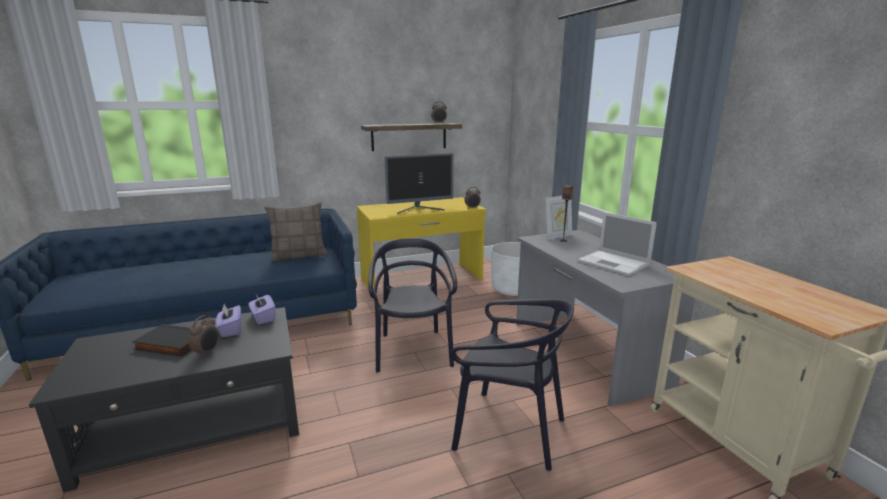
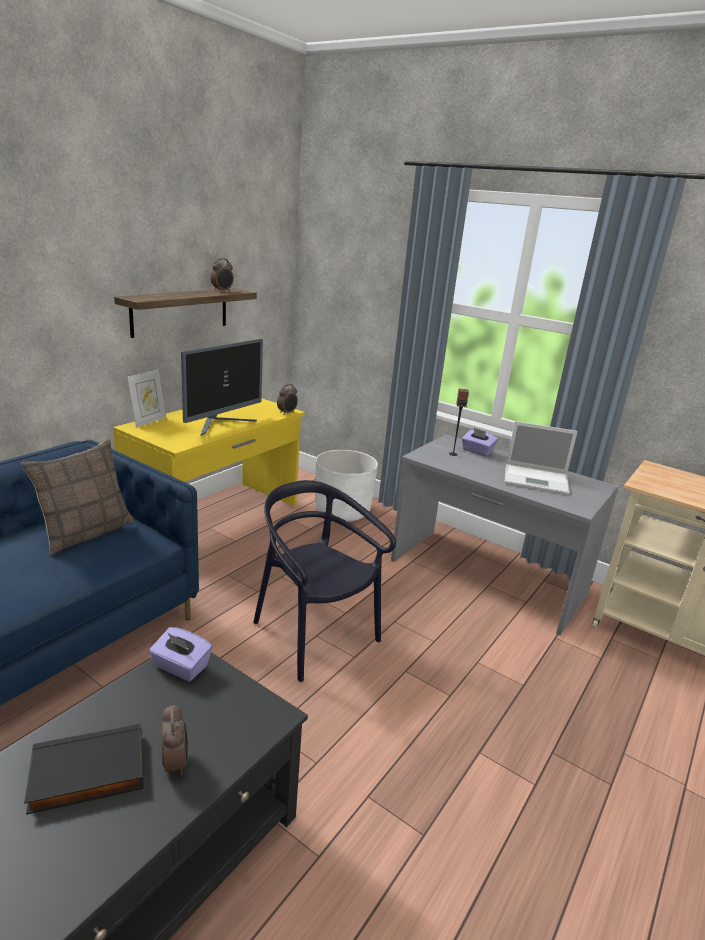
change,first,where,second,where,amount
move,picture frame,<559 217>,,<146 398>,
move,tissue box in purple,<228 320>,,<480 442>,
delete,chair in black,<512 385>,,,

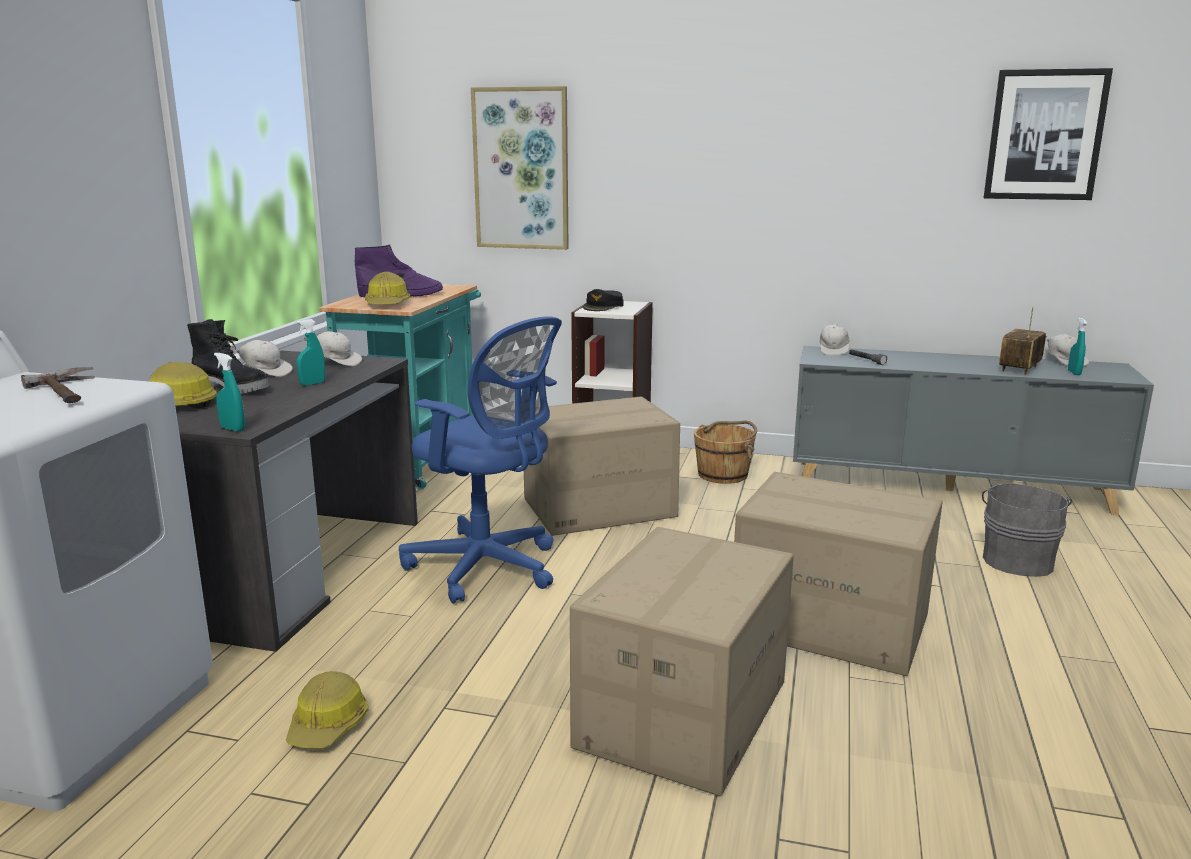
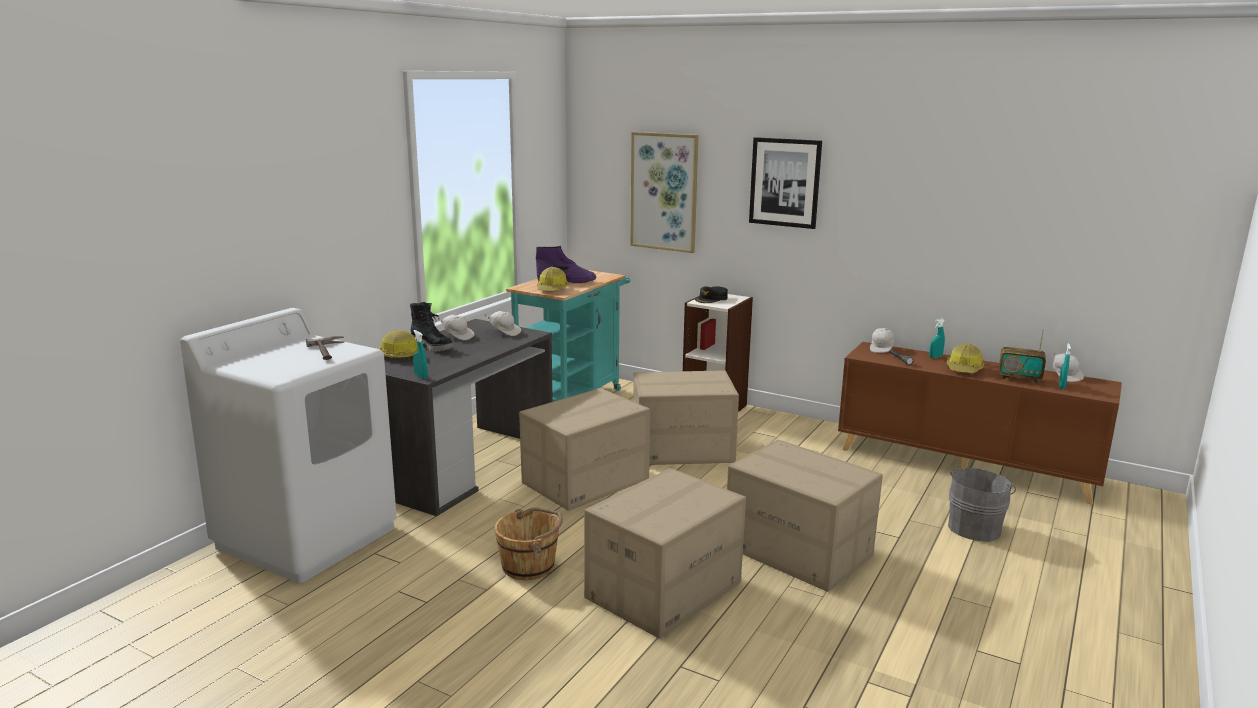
change,first,where,second,where,amount
move,bucket in brown,<725 452>,,<528 544>,
replace,office chair in blue,<480 460>,cardboard box,<584 449>,
move,picture,<1048 134>,,<785 183>,
recolor,cabinet in grey,<973 430>,cabinet in brown,<980 423>,
move,spray bottle in turquoise,<310 352>,,<937 338>,
move,hard hat,<327 709>,,<965 358>,
rotate,radio,<1022 341>,,<1022 356>,120 degrees counterclockwise

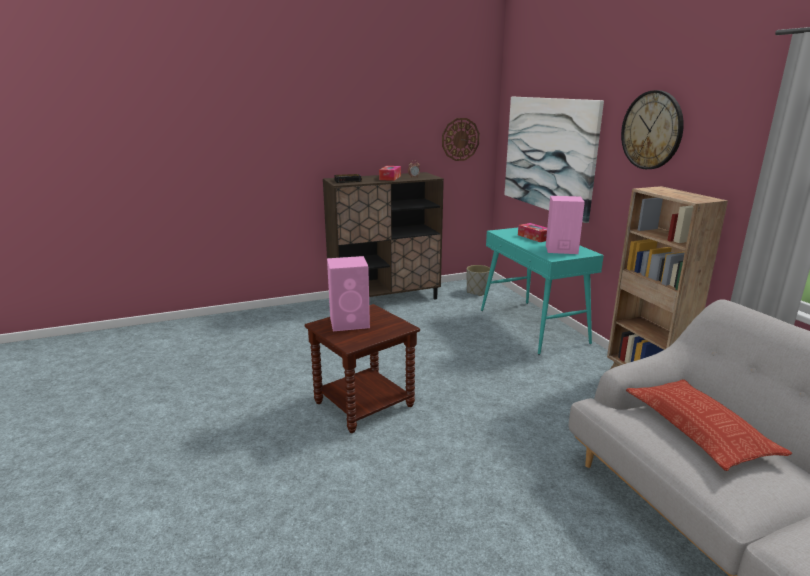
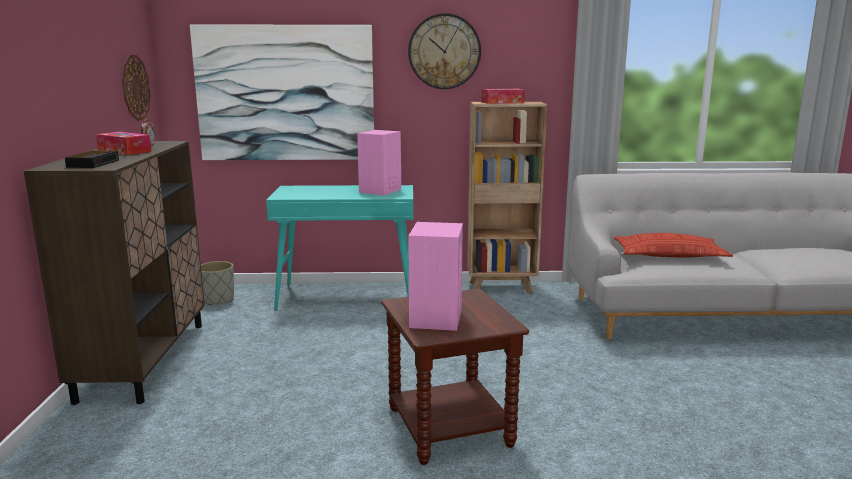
change,first,where,second,where,amount
move,tissue box,<532 232>,,<503 96>,

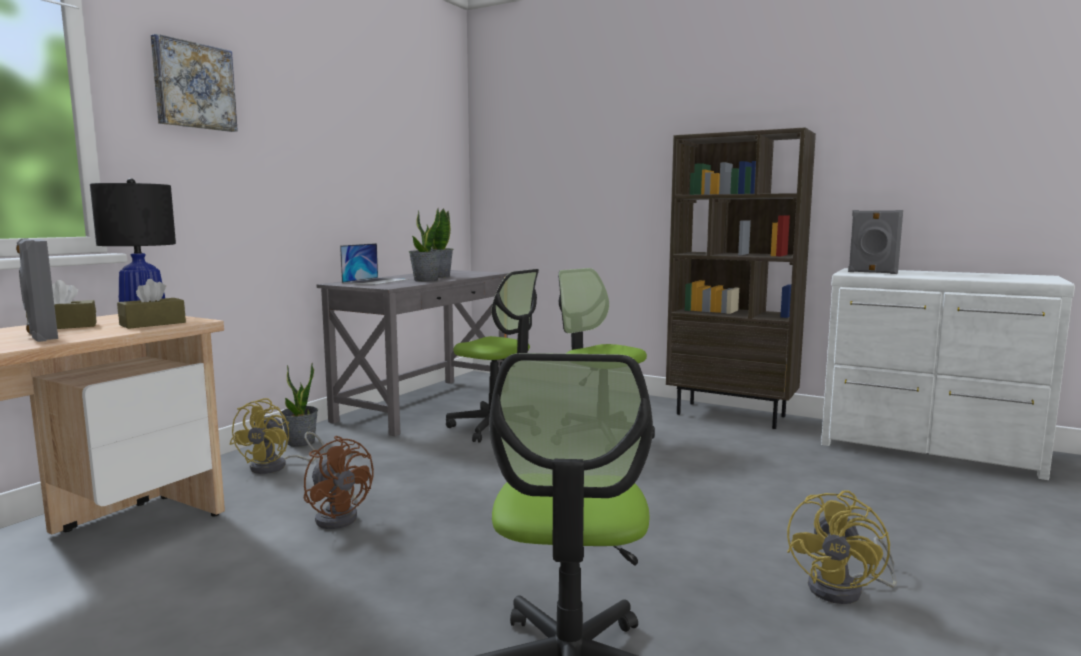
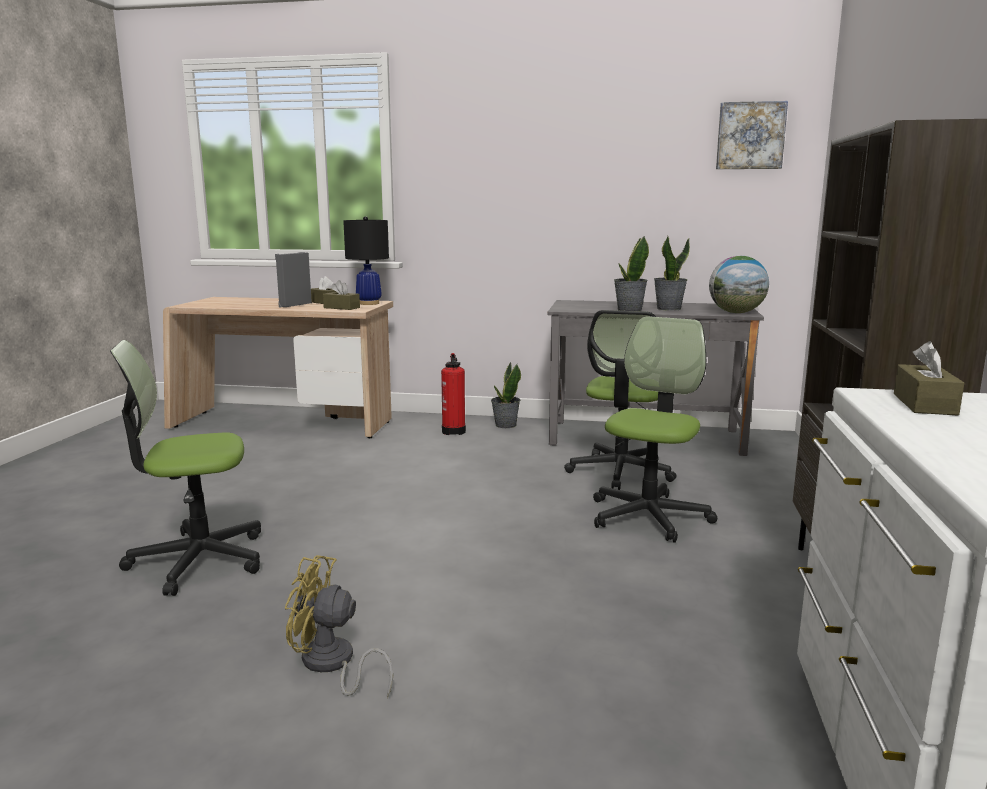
change,first,where,second,where,amount
replace,fan in yellow,<277 436>,fire extinguisher,<453 394>,
insert,,,globe,<739 284>,
move,picture,<194 83>,,<752 135>,
replace,speaker in grey,<875 242>,tissue box in brown,<929 378>,
delete,fan in brown,<339 482>,,,
delete,laptop,<374 264>,,,

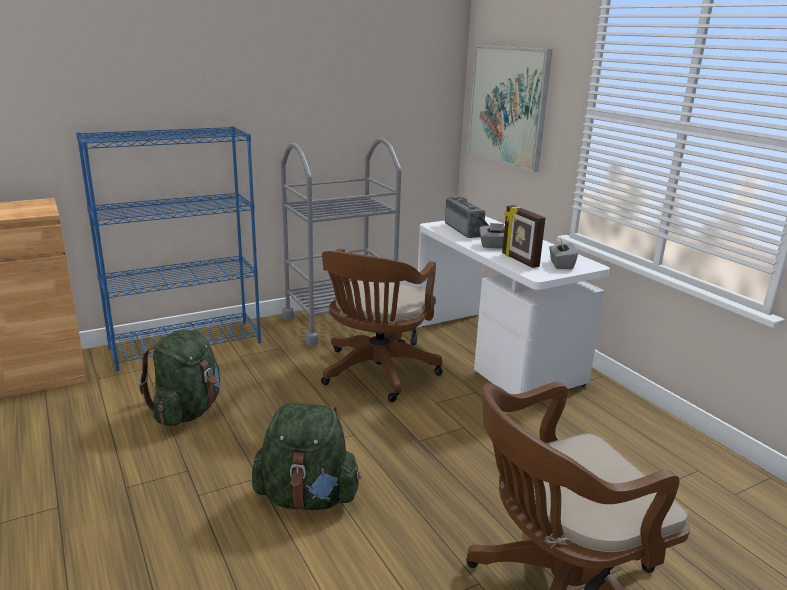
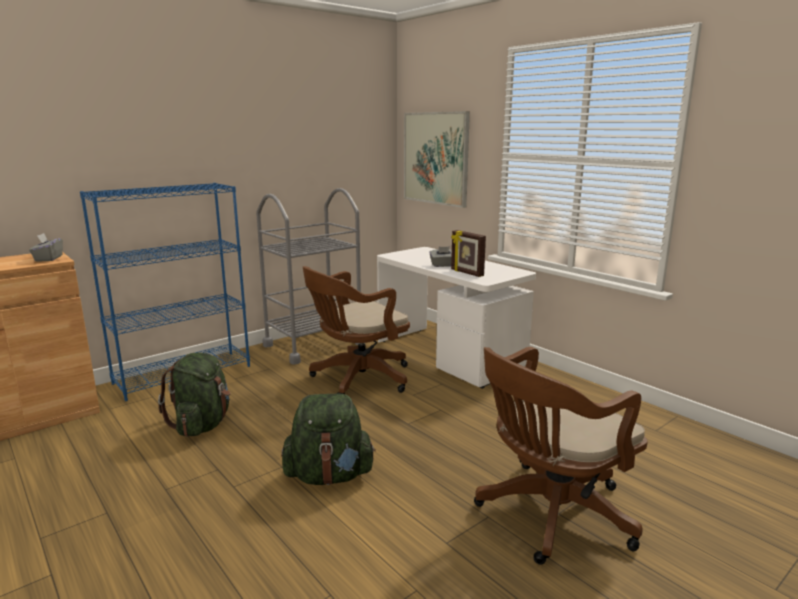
change,first,where,second,where,amount
move,tissue box in grey,<563 253>,,<46 247>,
rotate,office chair in brown,<382 325>,,<356 330>,45 degrees clockwise
delete,radio,<467 217>,,,

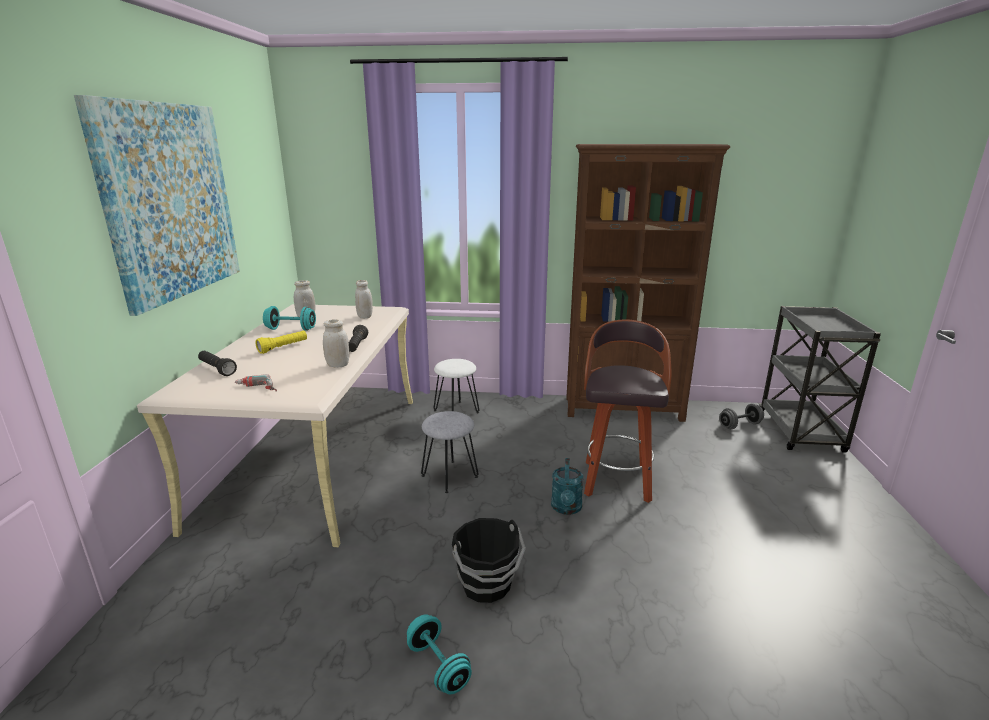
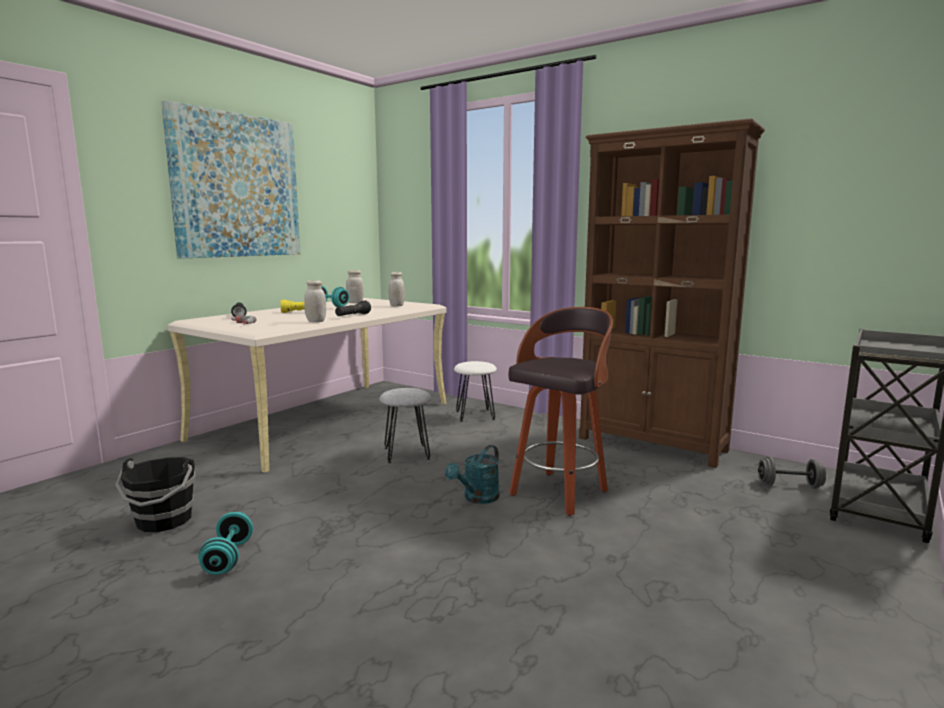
change,first,where,second,where,amount
move,bucket in black,<489 560>,,<155 494>,

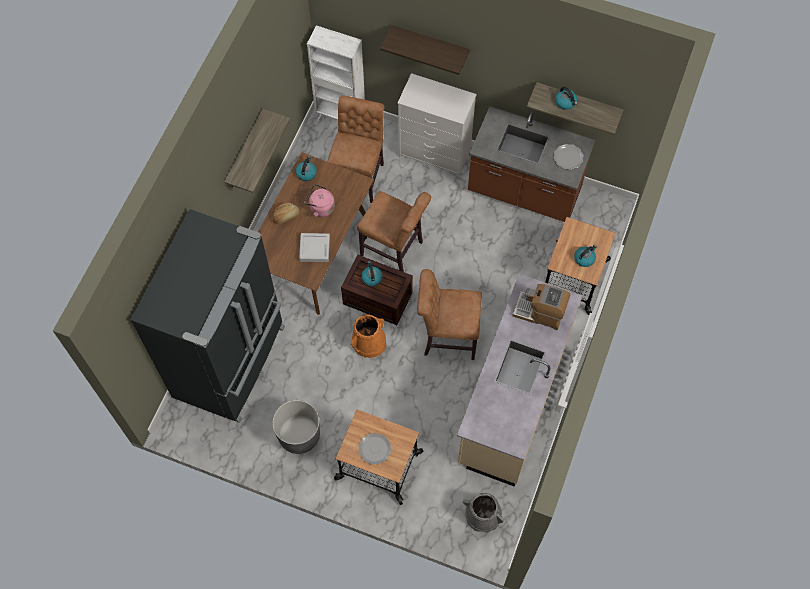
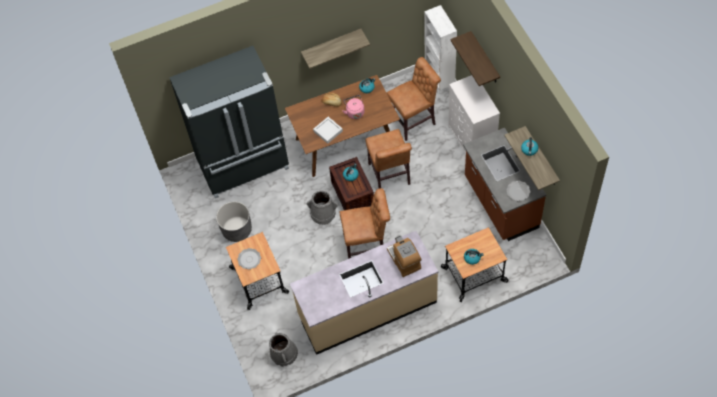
change,first,where,second,where,amount
recolor,bucket in orange,<368 336>,bucket in grey,<322 208>,
rotate,chair in brown,<449 314>,,<365 223>,120 degrees clockwise

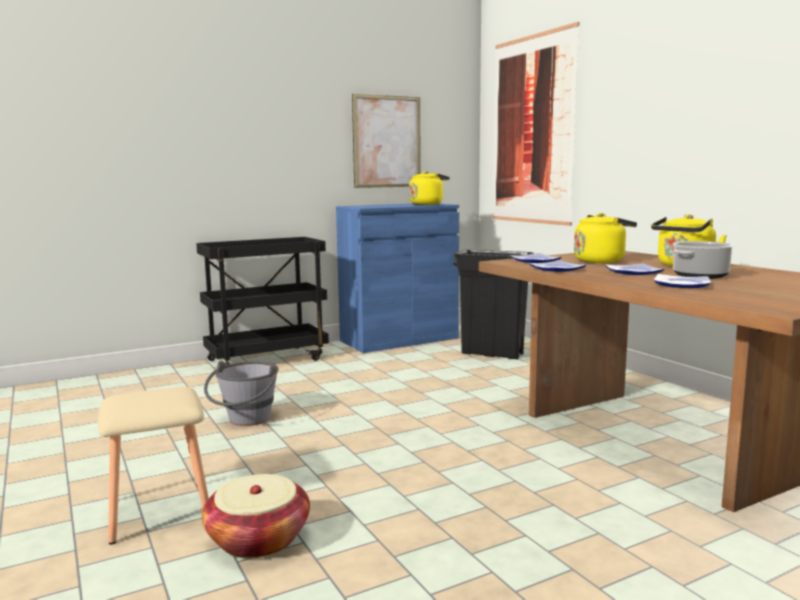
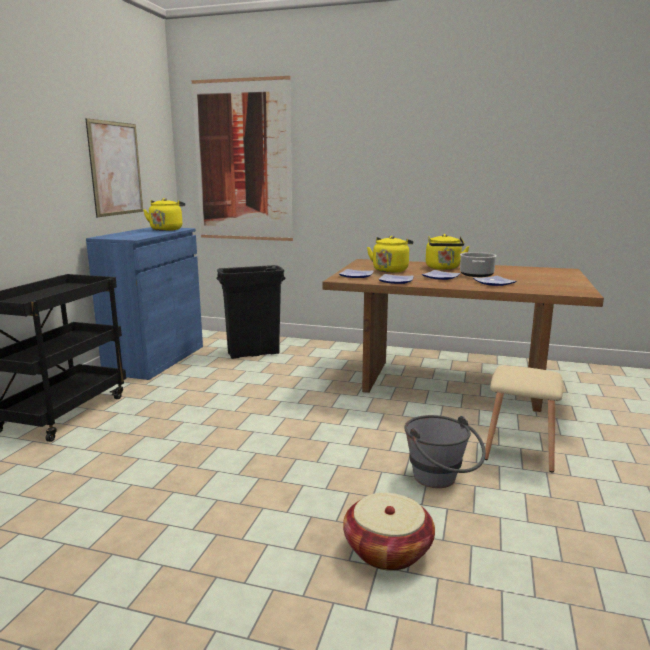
change,first,where,second,where,amount
move,bucket in grey,<241 393>,,<445 451>,
move,stool in beige,<153 465>,,<524 419>,

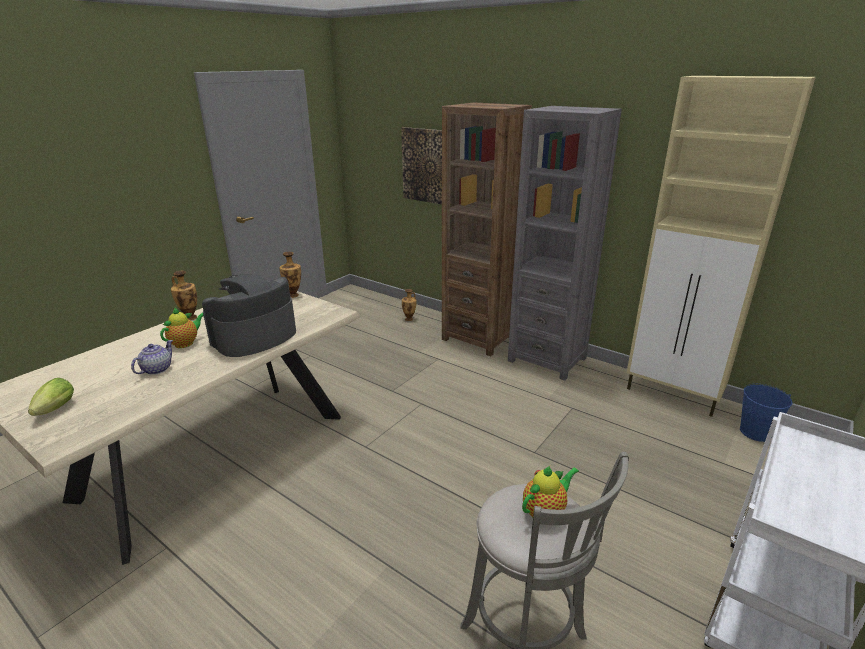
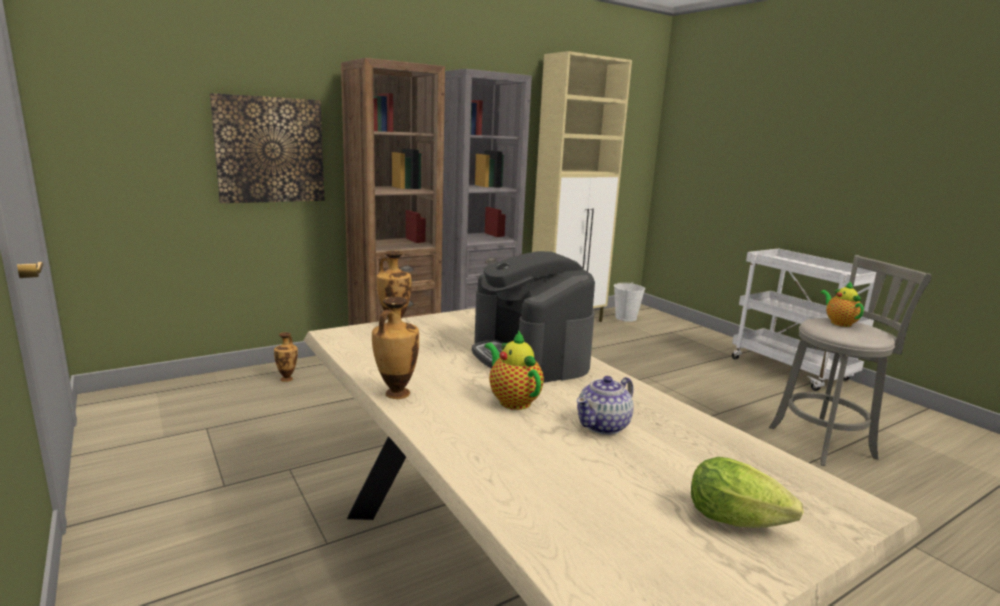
change,first,where,second,where,amount
rotate,teapot,<152 357>,,<605 405>,90 degrees counterclockwise
recolor,bucket in blue,<766 413>,bucket in white,<629 302>,

